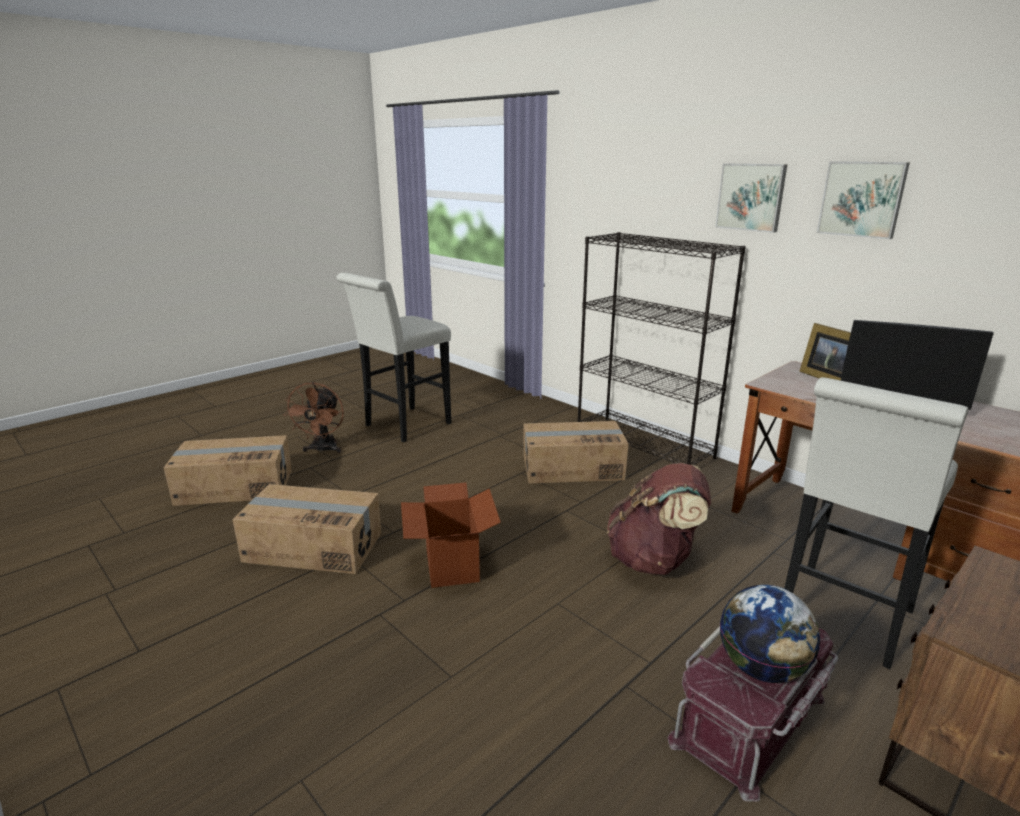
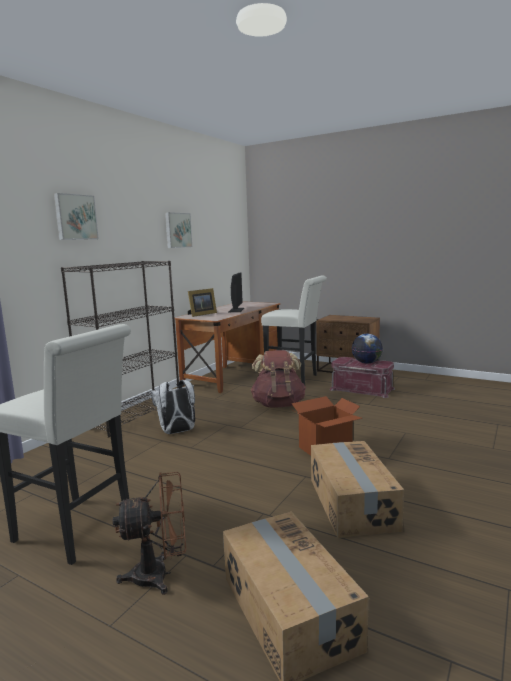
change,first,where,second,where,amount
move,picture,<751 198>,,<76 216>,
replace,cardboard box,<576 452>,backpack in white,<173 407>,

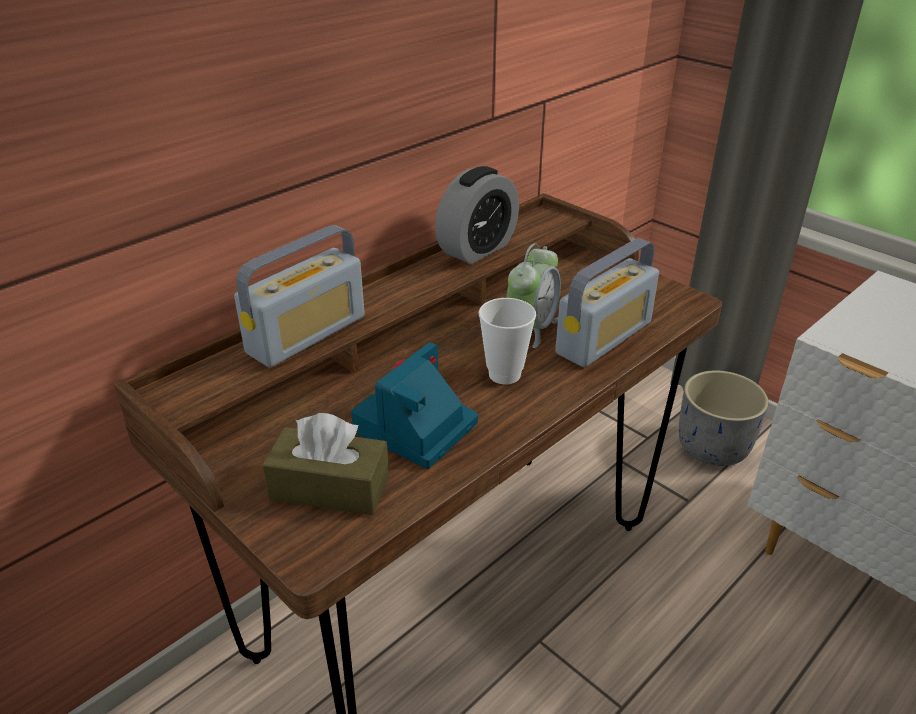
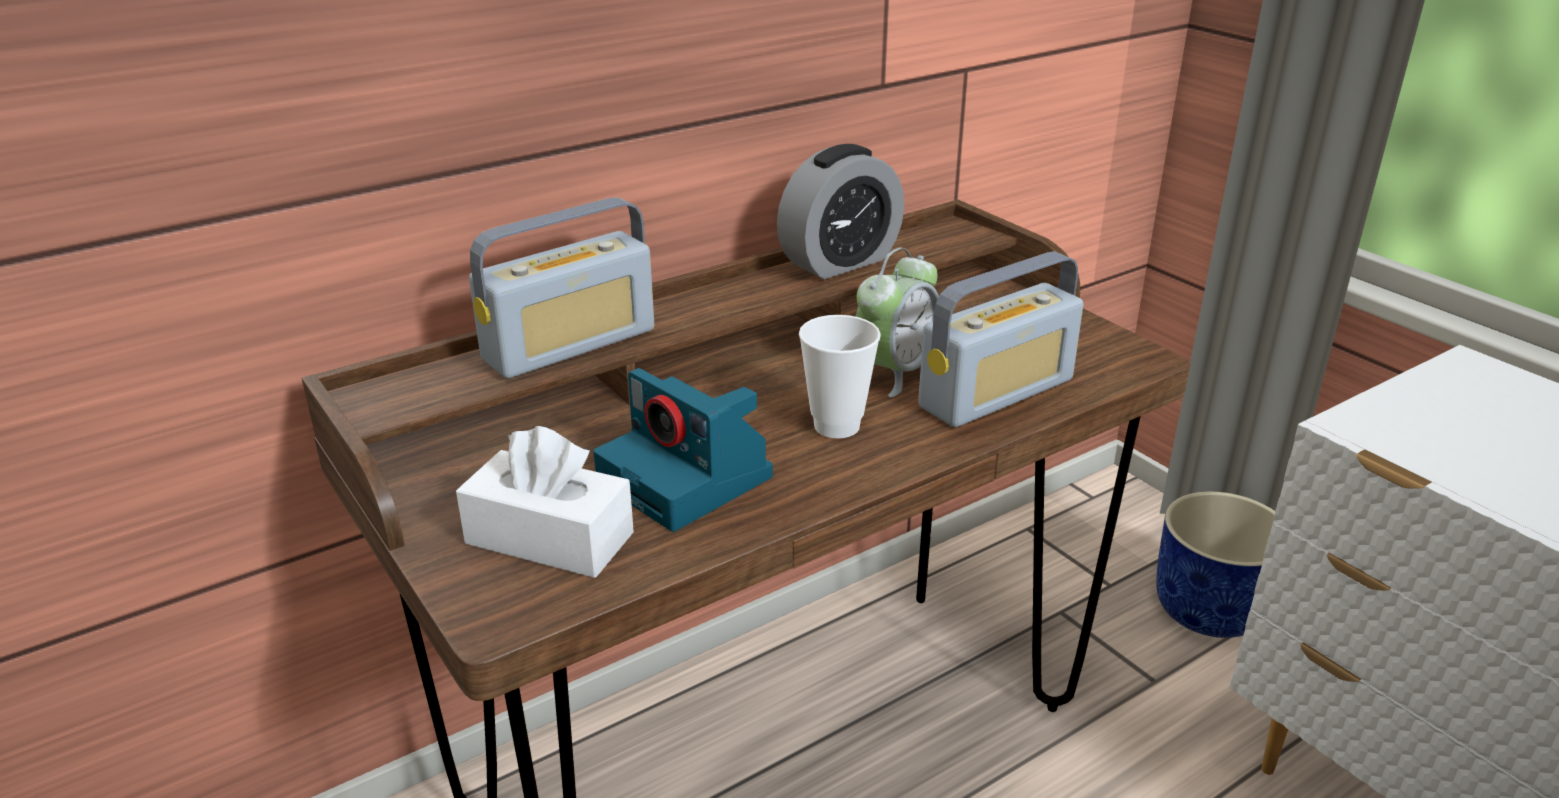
change,first,where,second,where,amount
recolor,tissue box in brown,<325 464>,tissue box in white,<545 502>,
rotate,photo camera,<414 405>,,<683 450>,90 degrees counterclockwise
recolor,planter in grey,<724 418>,planter in blue,<1215 565>,

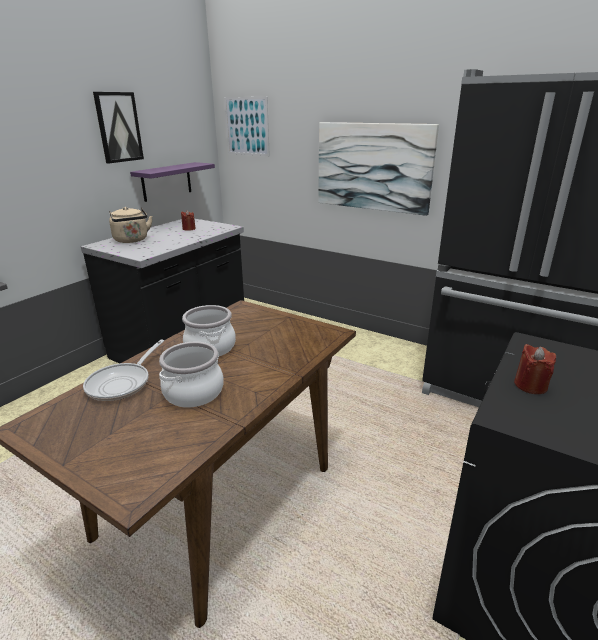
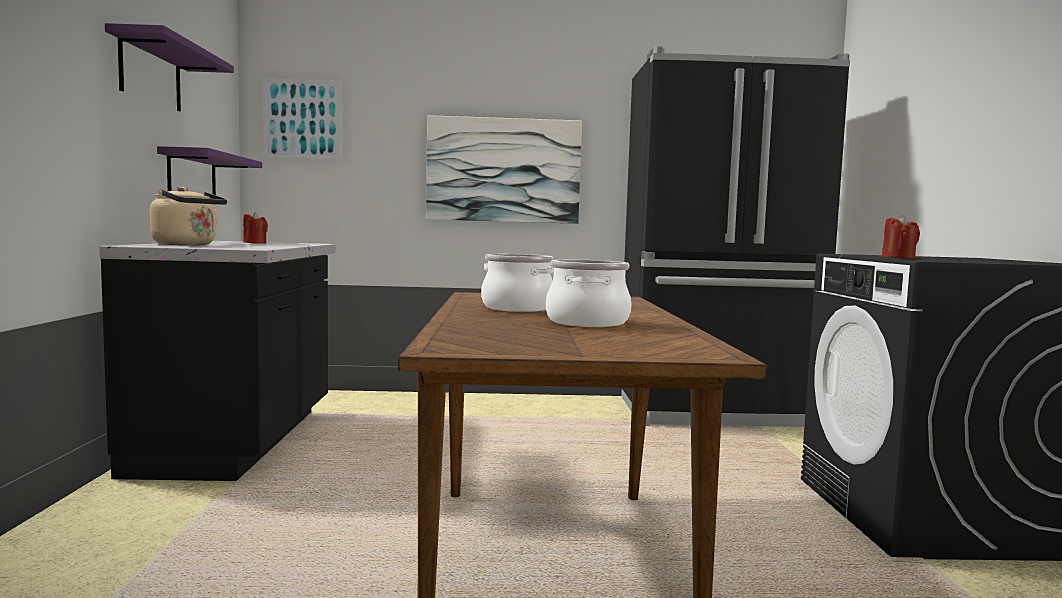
change,first,where,second,where,amount
replace,picture,<118 128>,shelf in purple,<169 67>,
delete,frying pan,<123 370>,,,

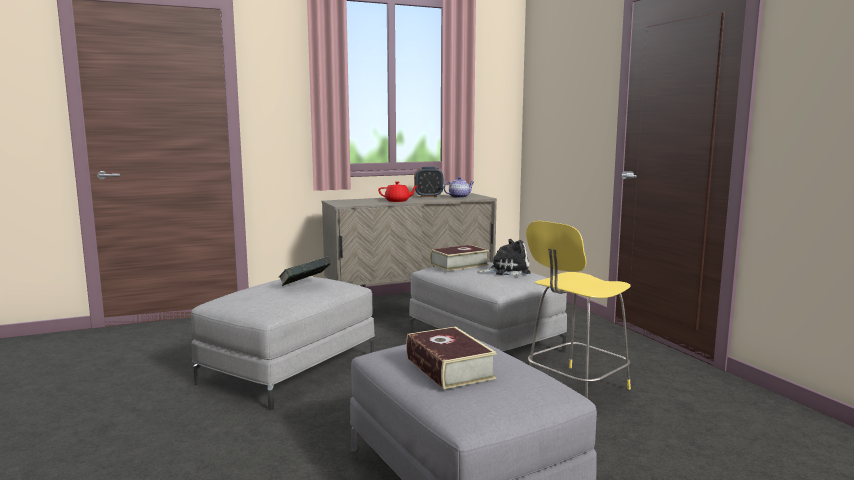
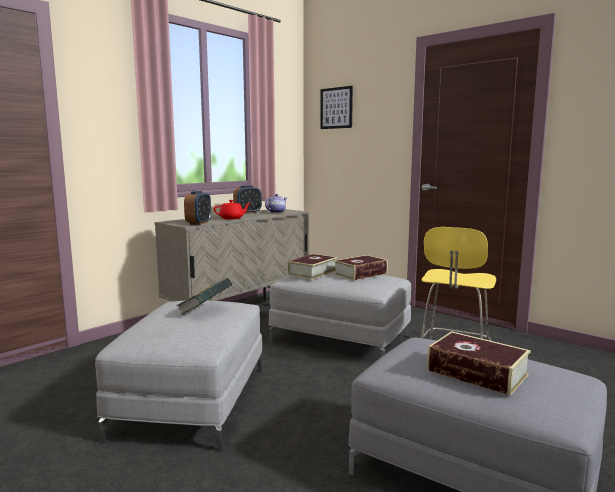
change,first,where,second,where,amount
insert,,,alarm clock,<197 208>,
insert,,,picture,<336 107>,
replace,plush toy,<504 257>,book,<361 267>,

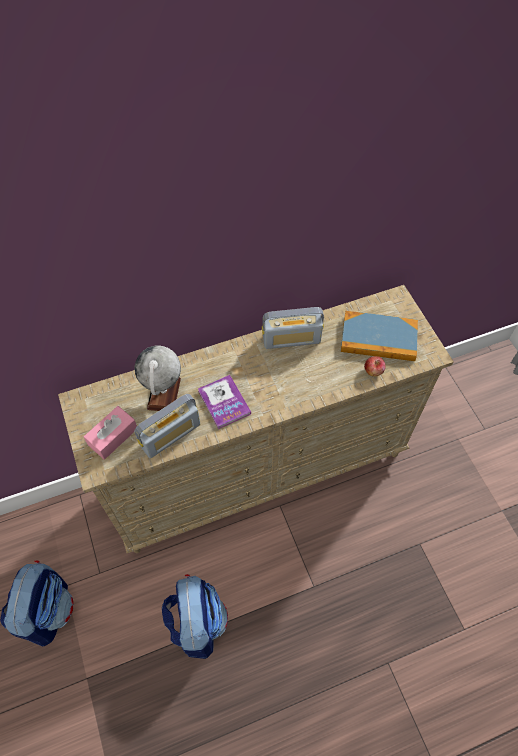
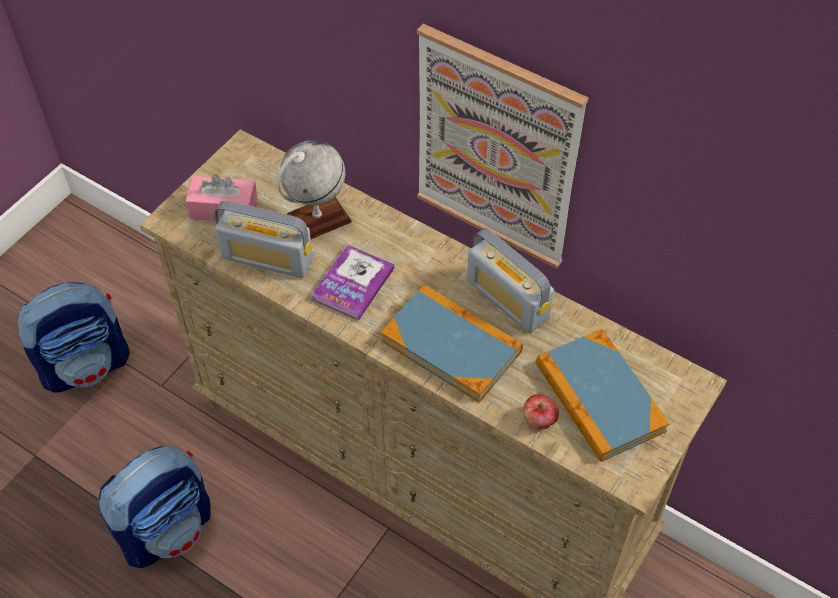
change,first,where,second,where,amount
insert,,,book,<452 344>,
insert,,,picture,<503 146>,

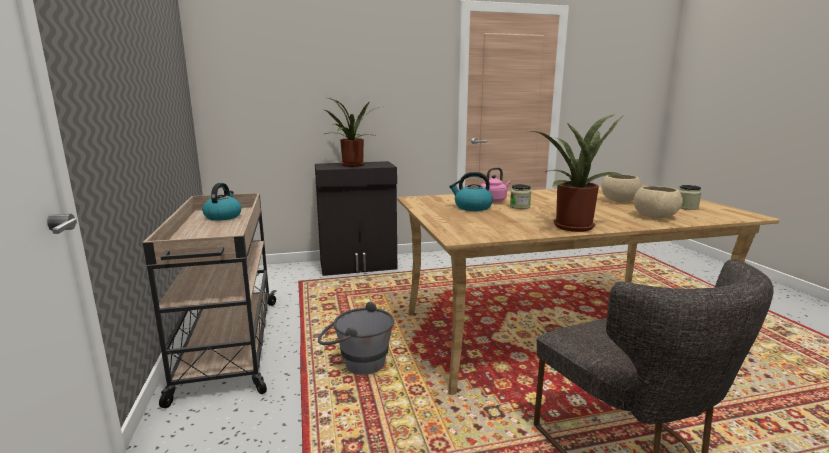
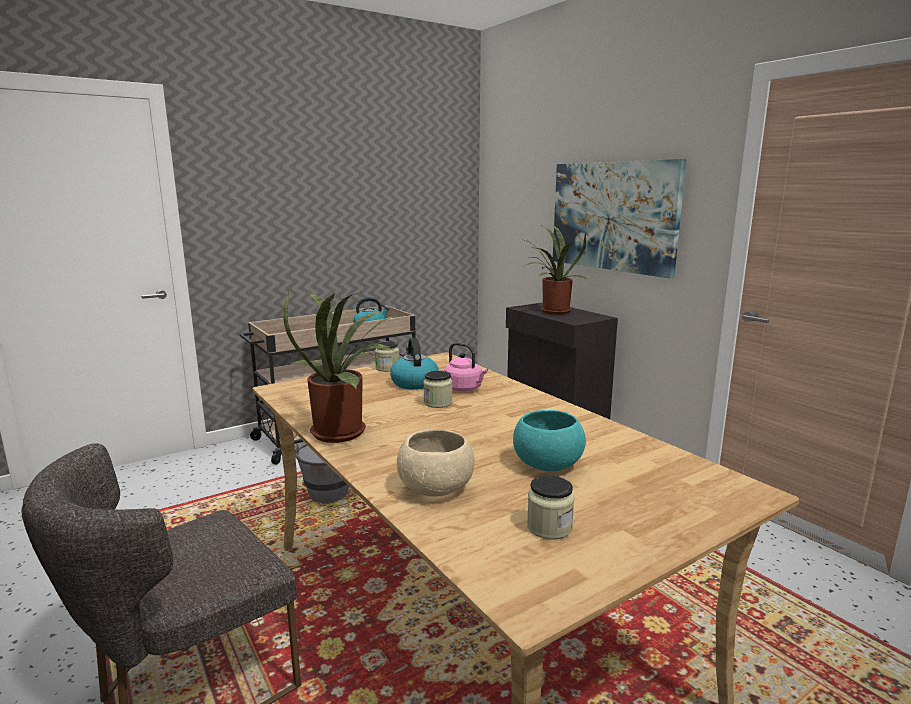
change,first,where,second,where,amount
insert,,,jar,<387 356>,
recolor,bowl in beige,<621 188>,bowl in turquoise,<549 440>,
insert,,,picture,<619 218>,

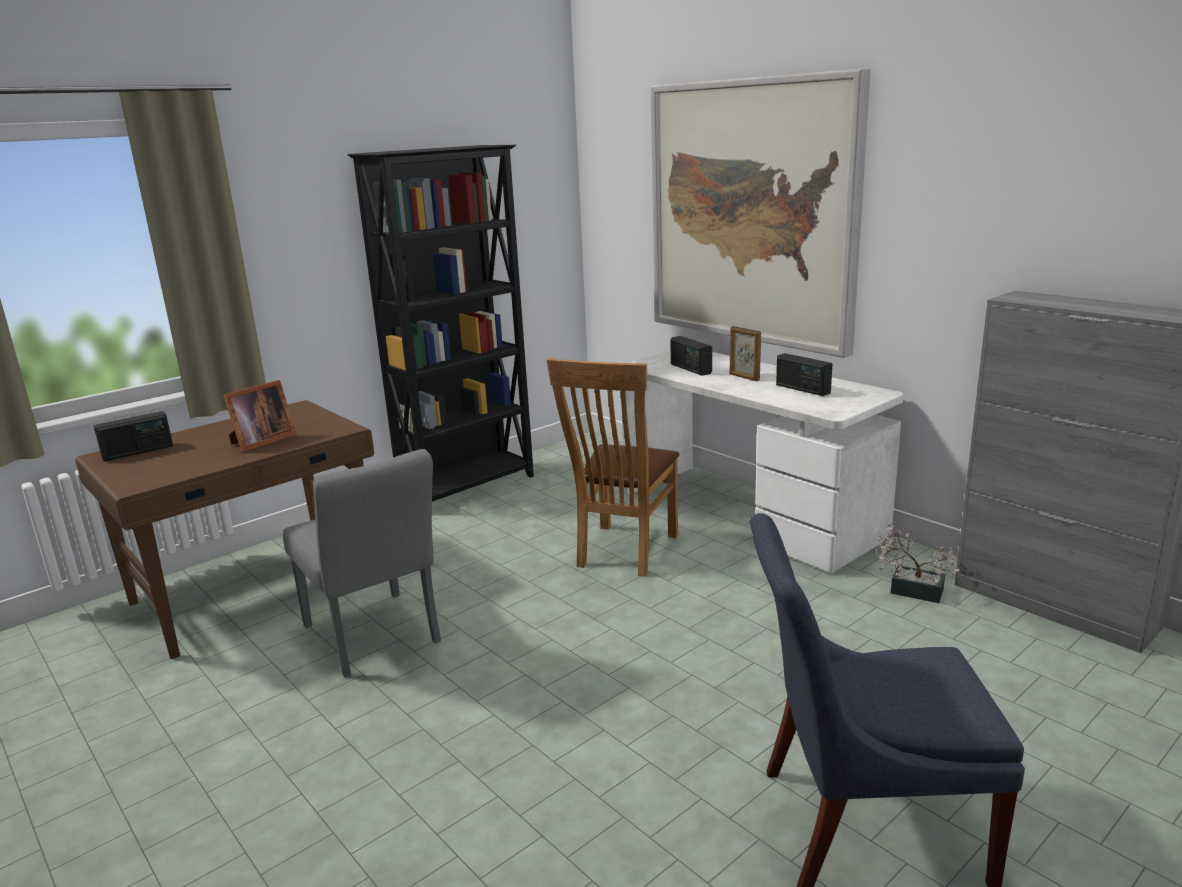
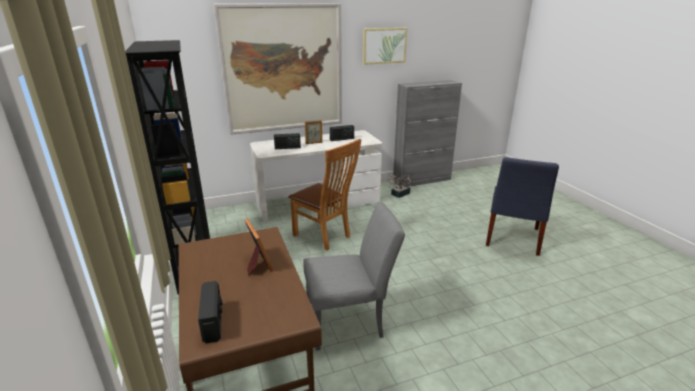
change,first,where,second,where,amount
insert,,,picture,<385 46>,

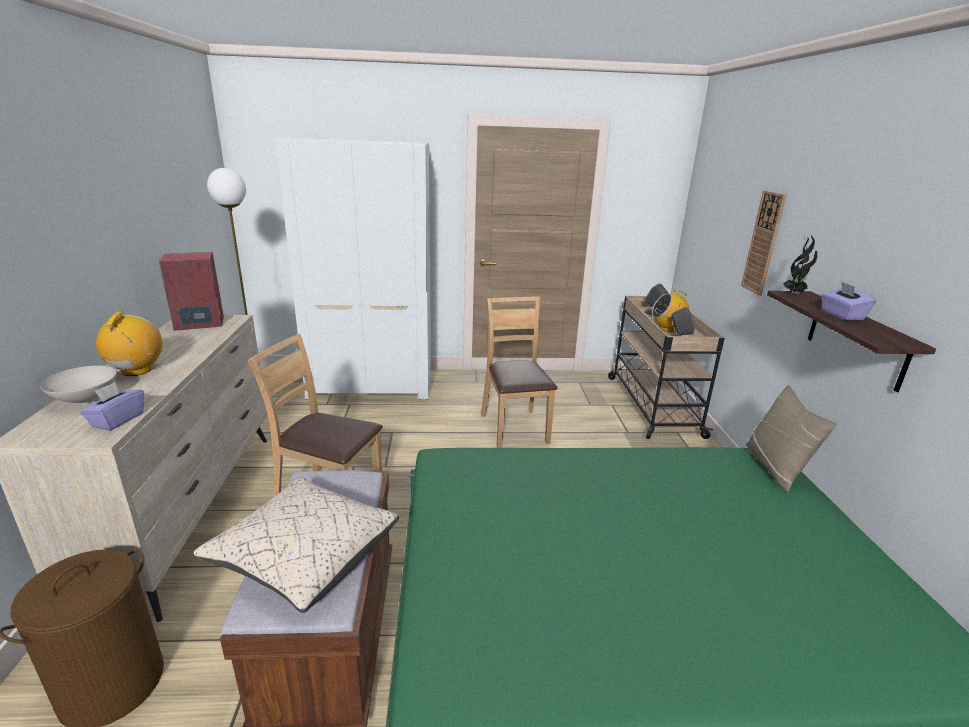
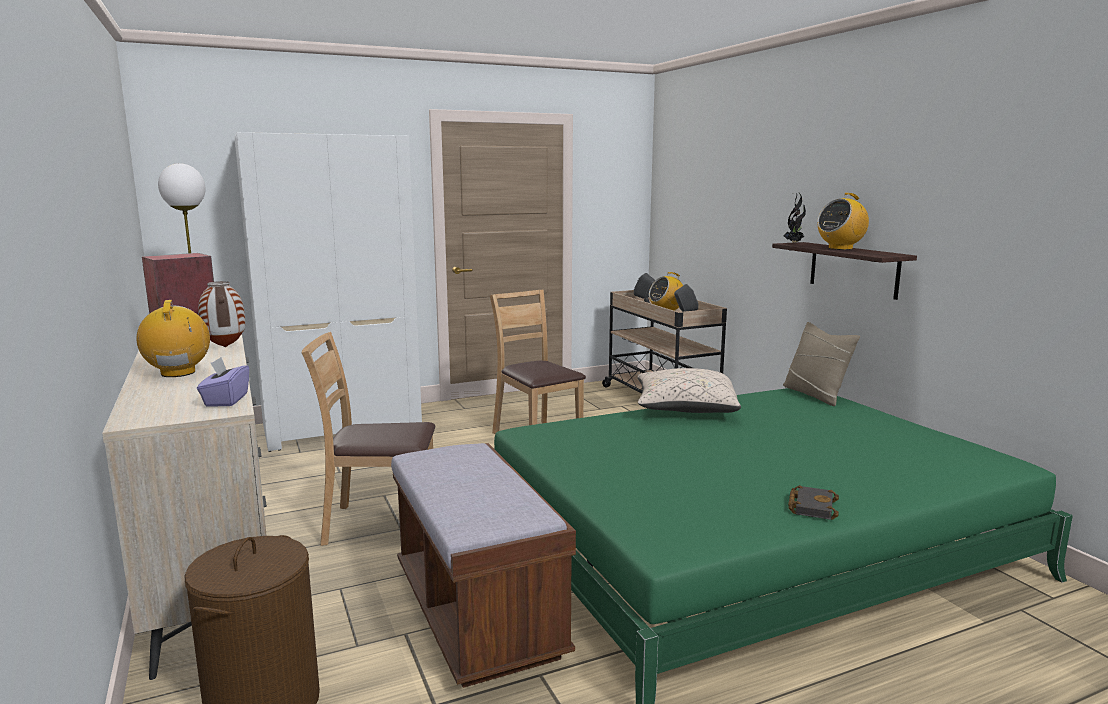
change,first,where,second,where,amount
insert,,,vase,<221 314>,
move,pillow in beige,<296 544>,,<689 390>,
insert,,,book in black,<813 502>,
replace,tissue box in purple,<848 301>,radio,<843 221>,
delete,bowl in white,<78 385>,,,
delete,wall clock,<764 243>,,,

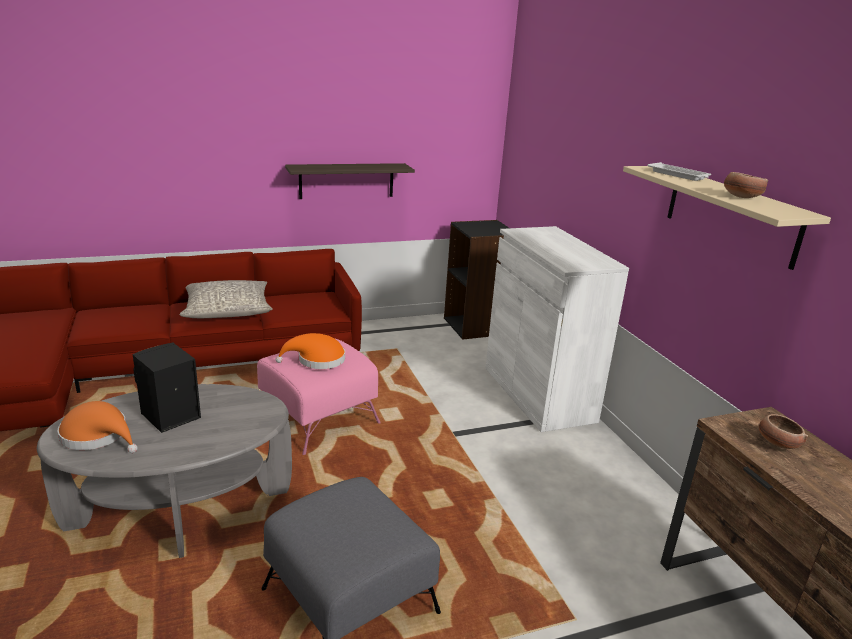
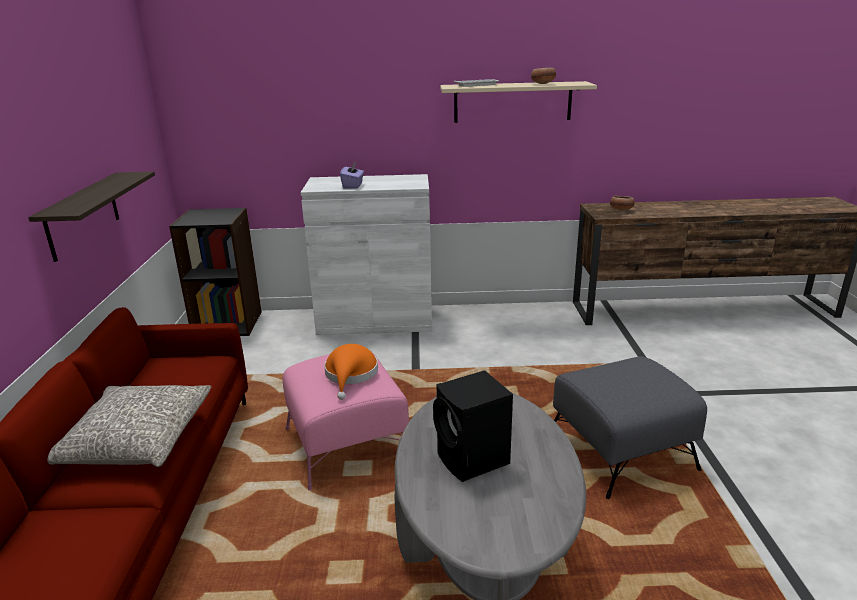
change,first,where,second,where,amount
insert,,,tissue box in purple,<352 175>,
delete,hat in orange,<97 427>,,,

